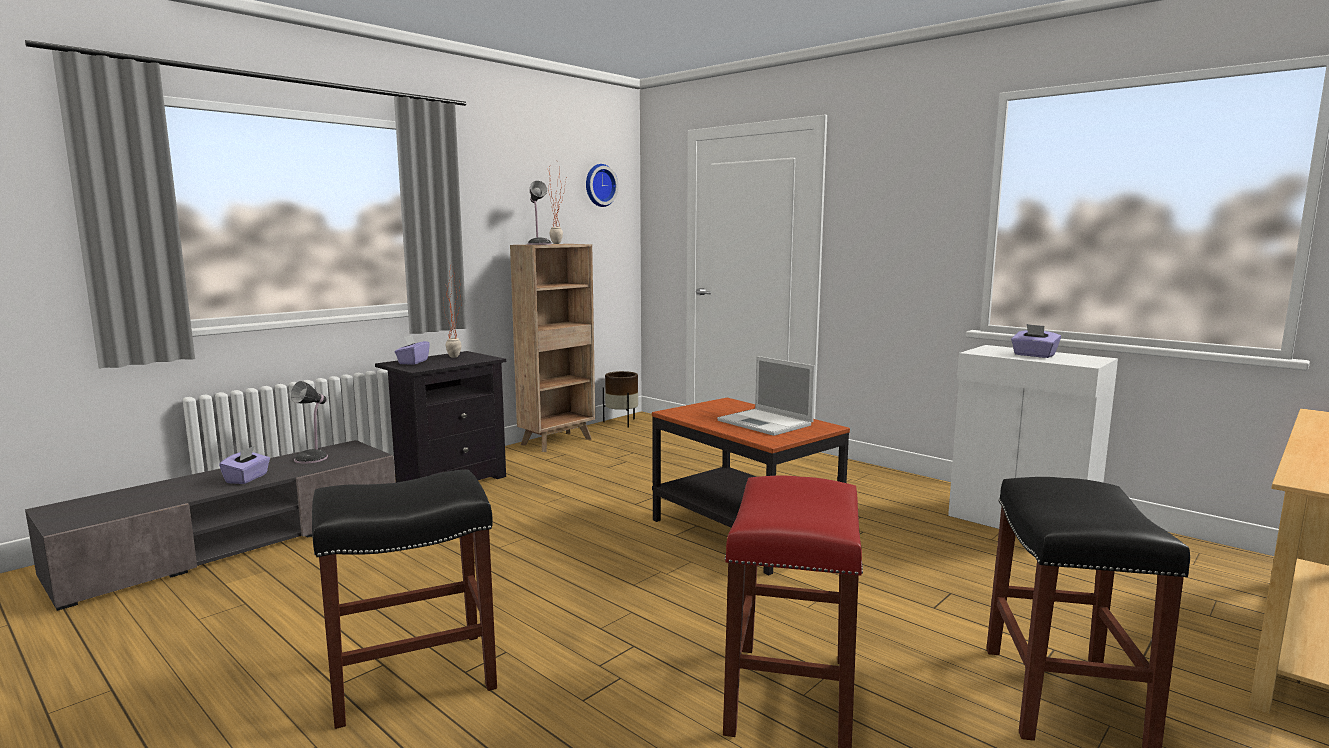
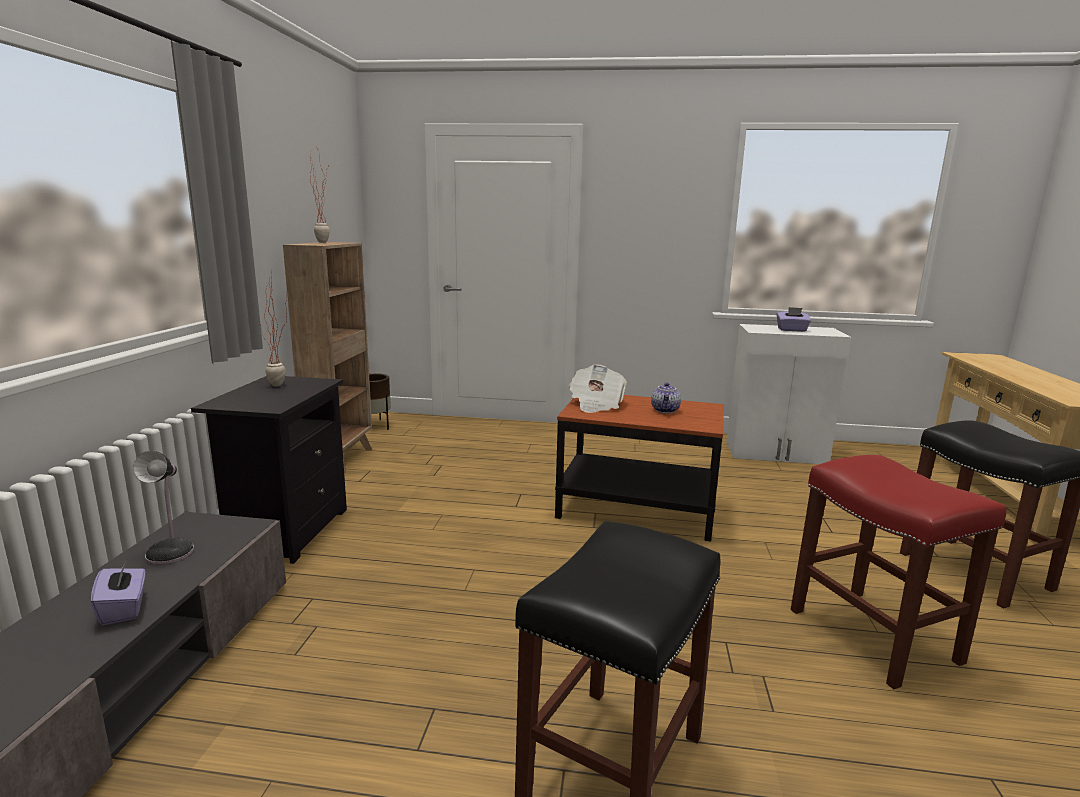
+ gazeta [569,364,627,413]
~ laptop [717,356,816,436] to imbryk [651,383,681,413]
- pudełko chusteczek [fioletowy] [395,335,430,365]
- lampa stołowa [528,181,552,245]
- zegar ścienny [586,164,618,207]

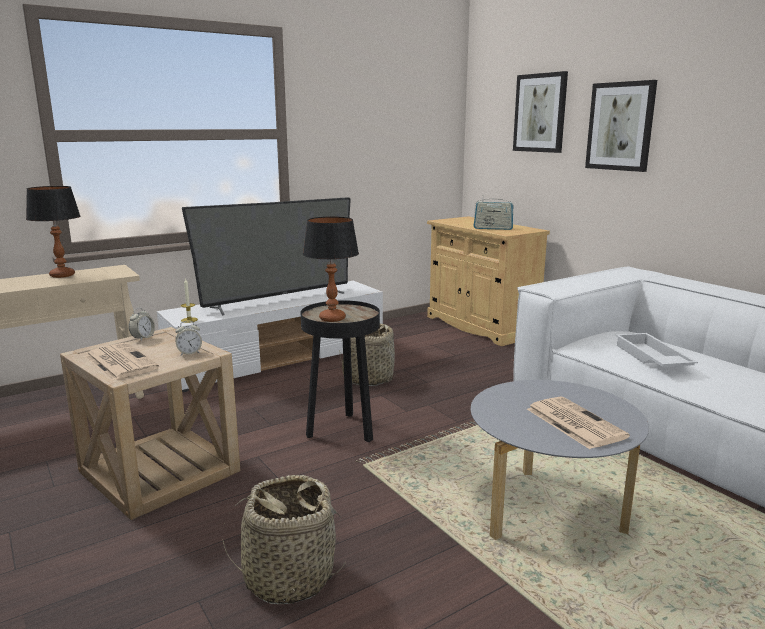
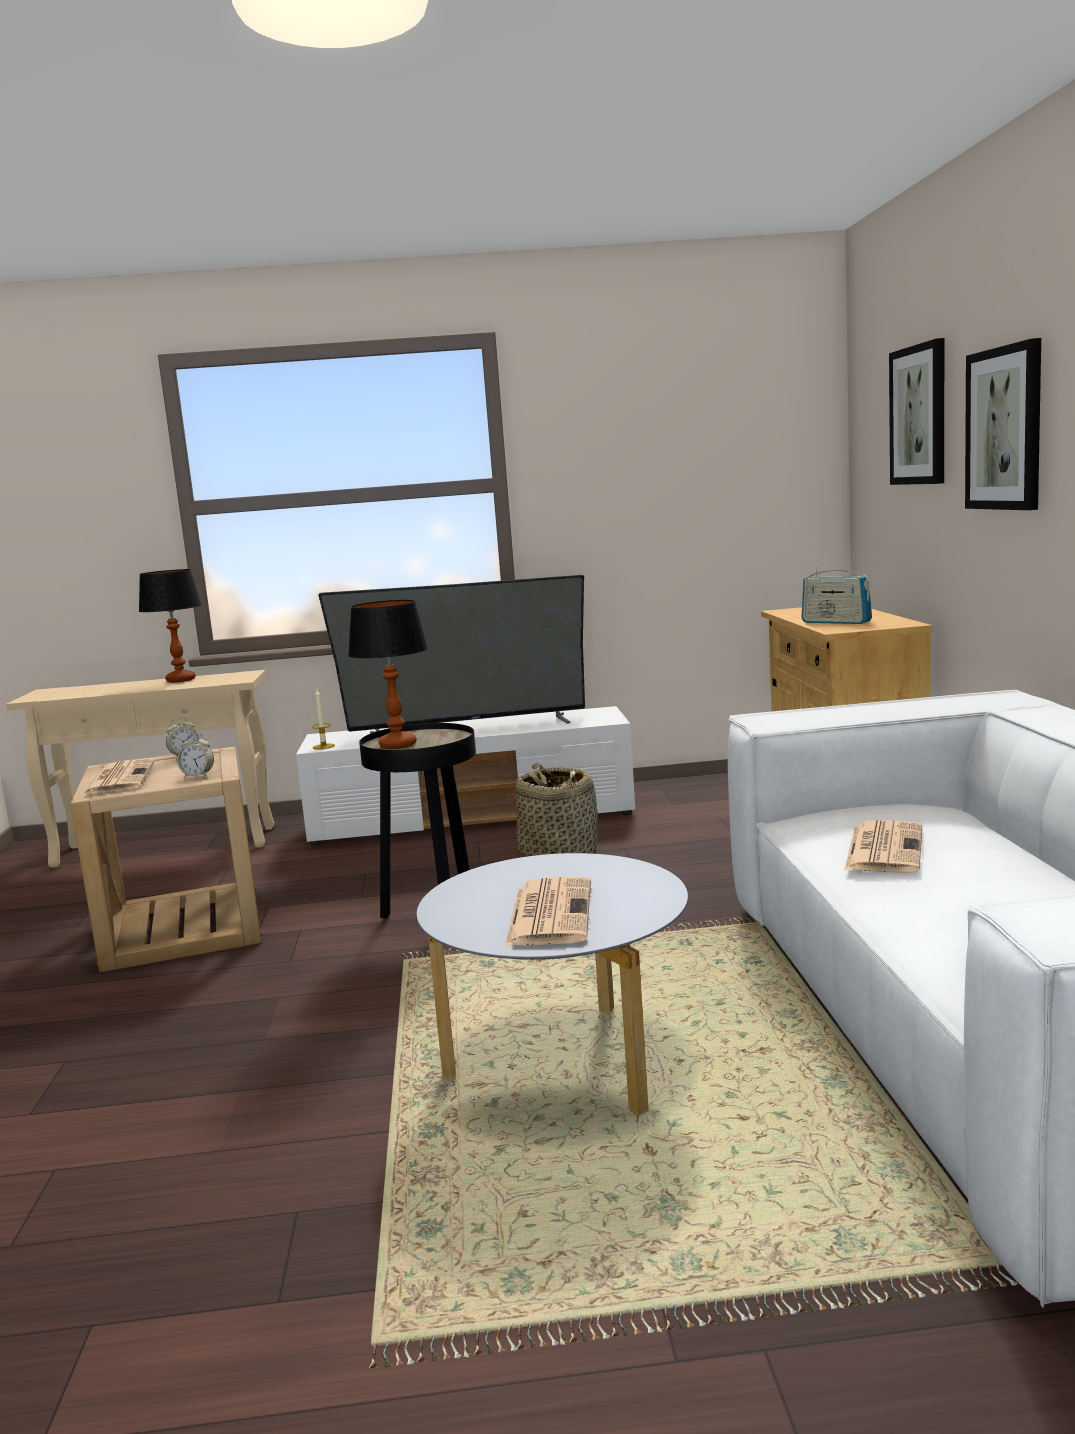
~ taca [biały] [615,333,698,367] to gazeta [844,820,922,873]
- koszyk [222,475,346,604]

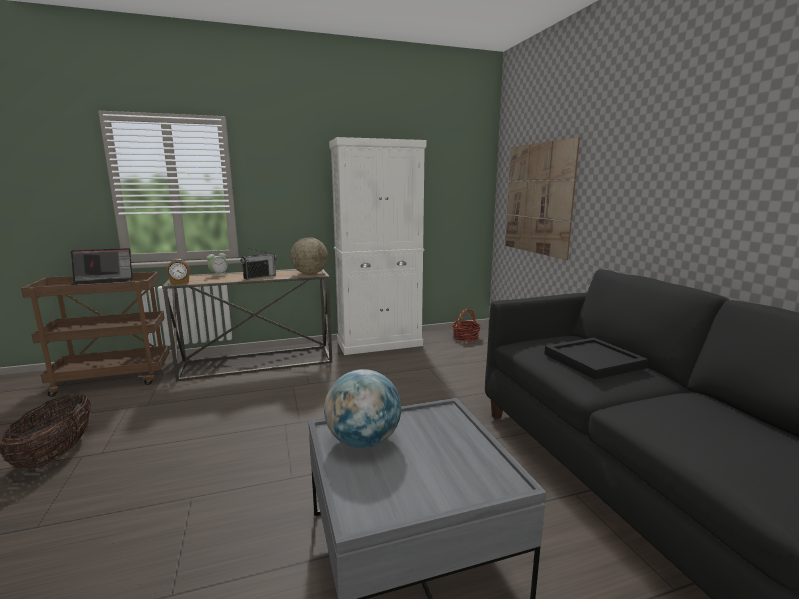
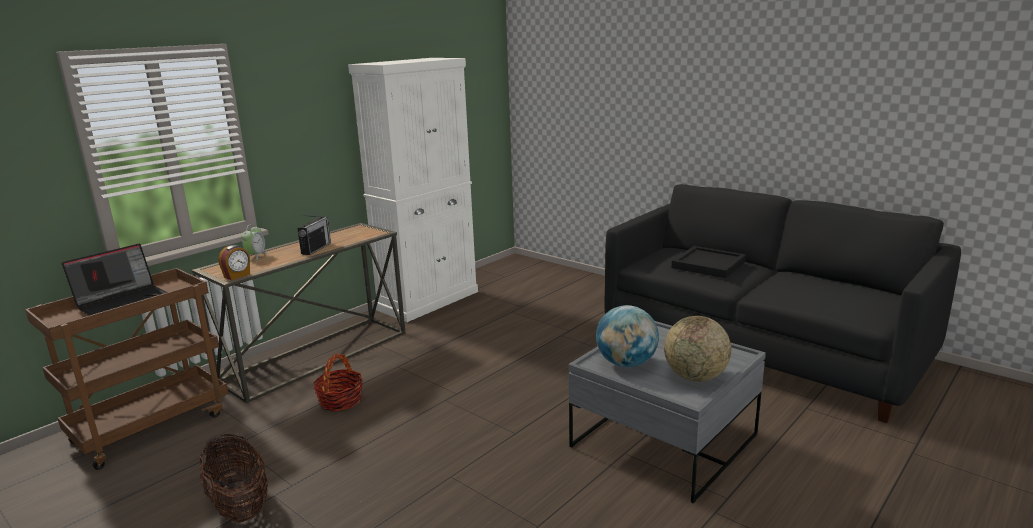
~ koszyk [452,309,481,342] to [314,354,363,411]
~ globus [290,237,328,275] to [664,316,731,382]
- obraz [505,137,580,260]

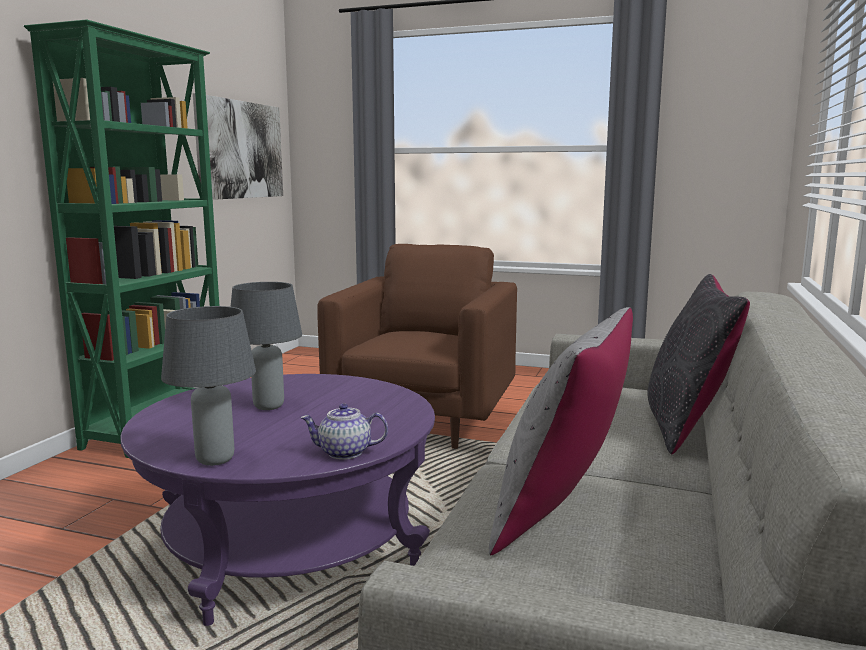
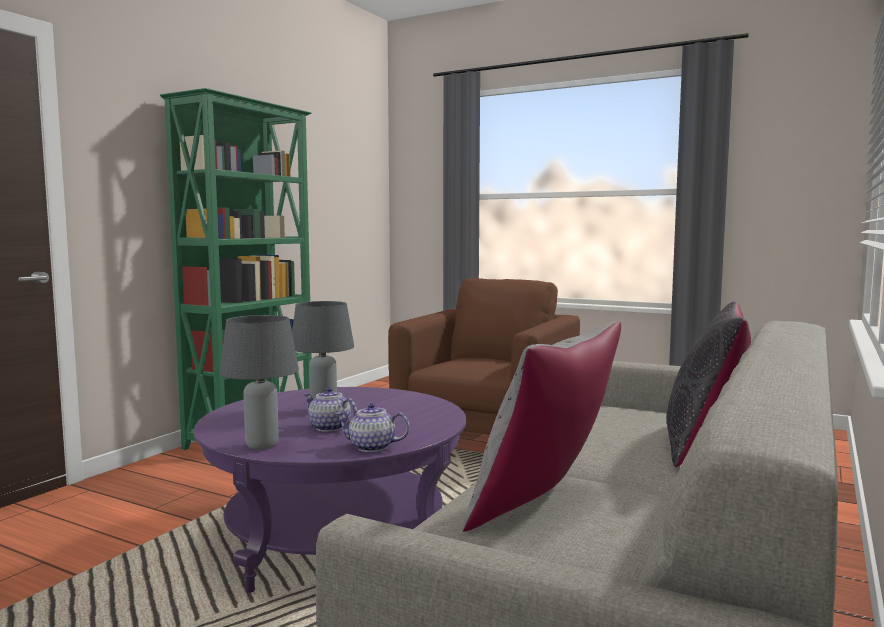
+ imbryk [303,387,357,432]
- obraz [193,93,283,200]

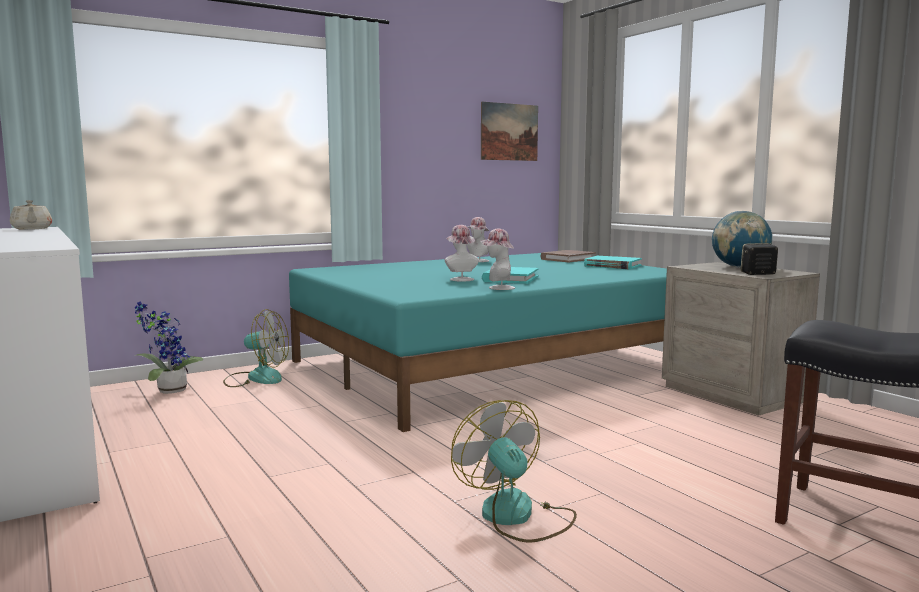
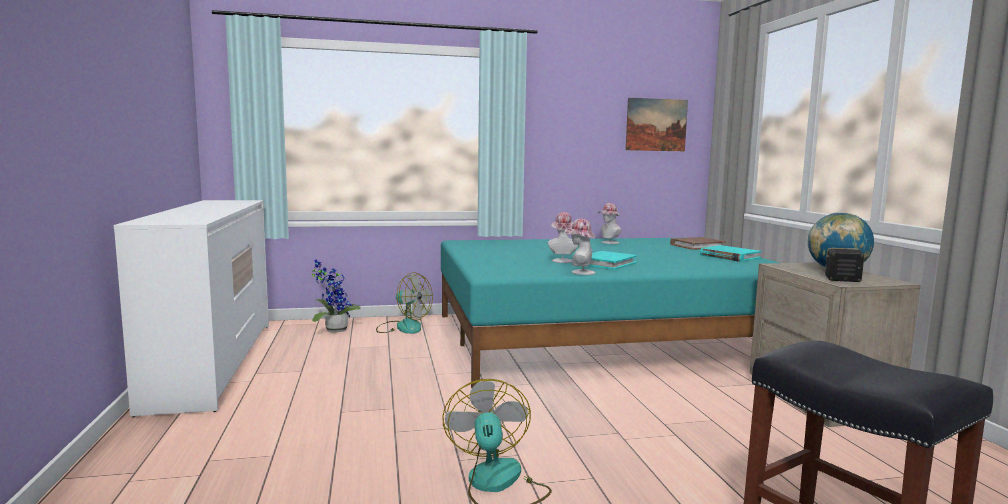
- imbryk [beżowy] [10,200,52,230]

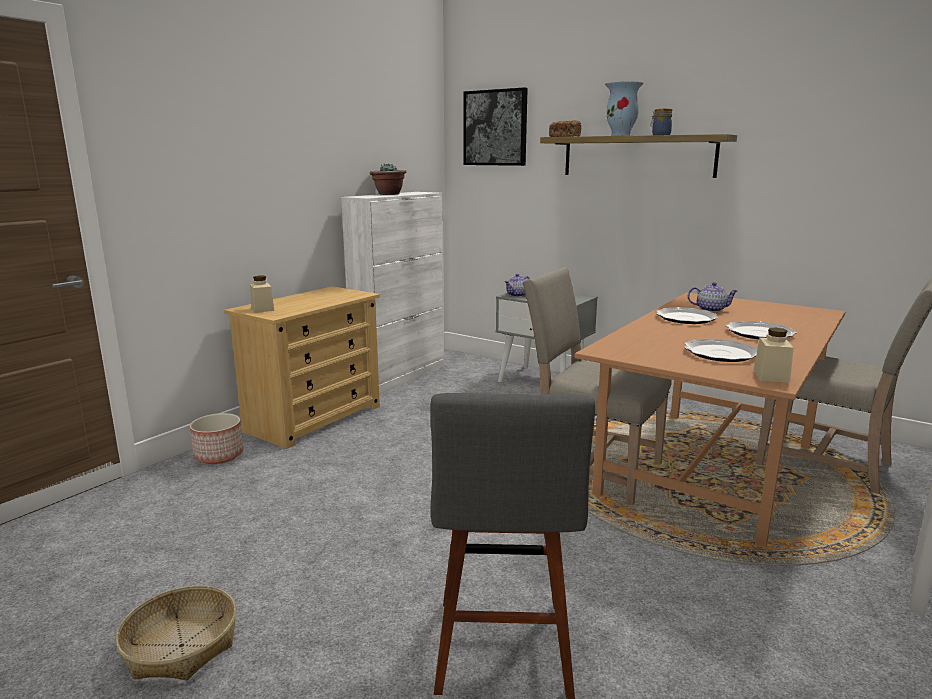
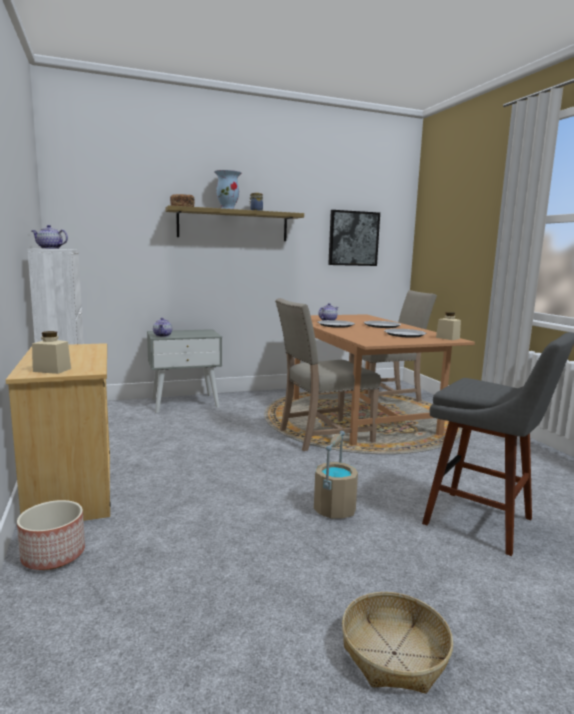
~ roślina doniczkowa [370,164,407,195] to imbryk [32,225,68,249]
+ wiadro [beżowy] [314,431,358,519]
~ obraz [463,87,528,166] to [328,210,380,266]

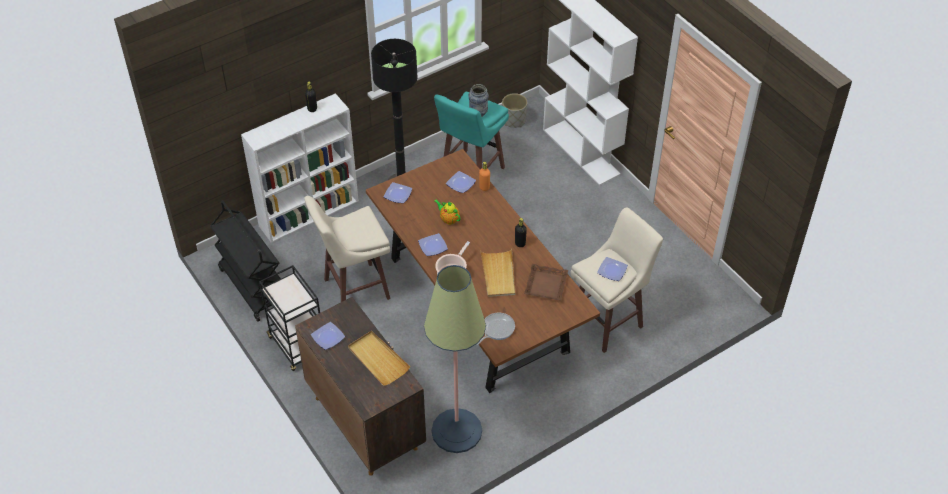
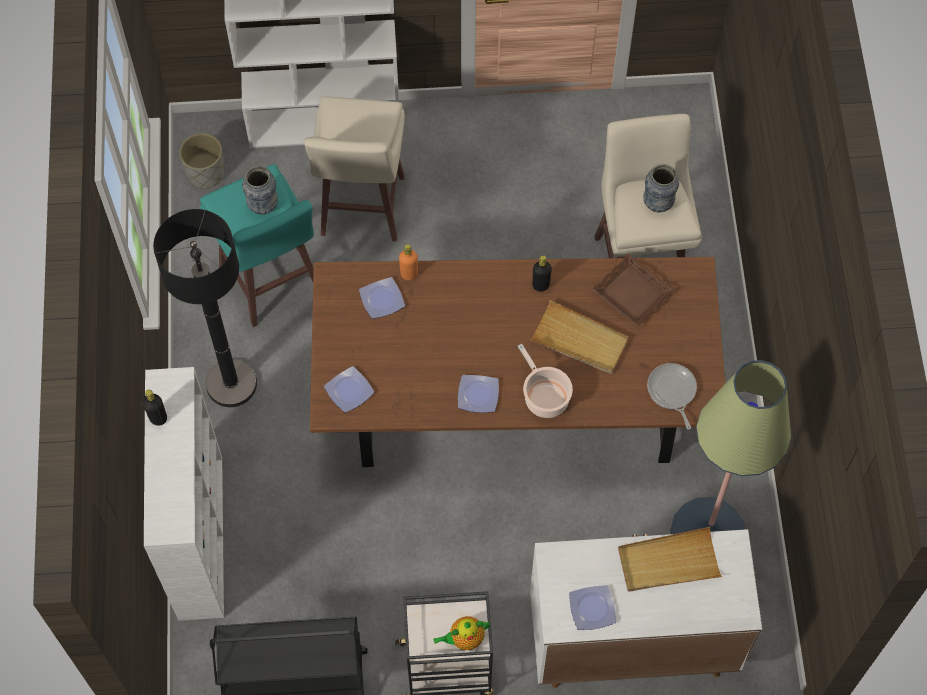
~ stołek [beżowy] [304,196,390,302] to [304,96,405,242]
~ imbryk [434,200,461,225] to [433,616,490,650]
~ szafka [brązowy] [295,297,426,476] to szafka [biały] [530,529,762,688]
~ talerz [597,257,628,281] to wazon [643,164,679,212]

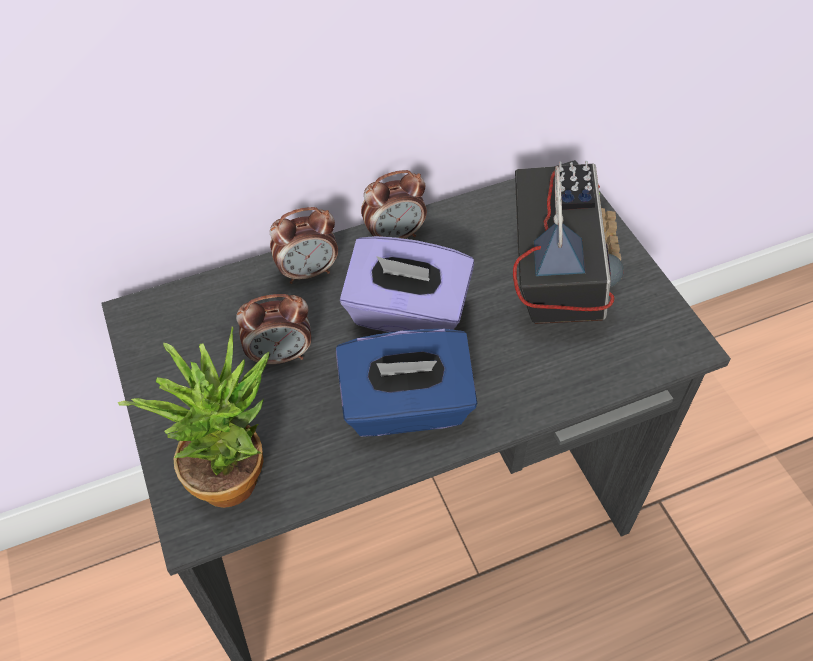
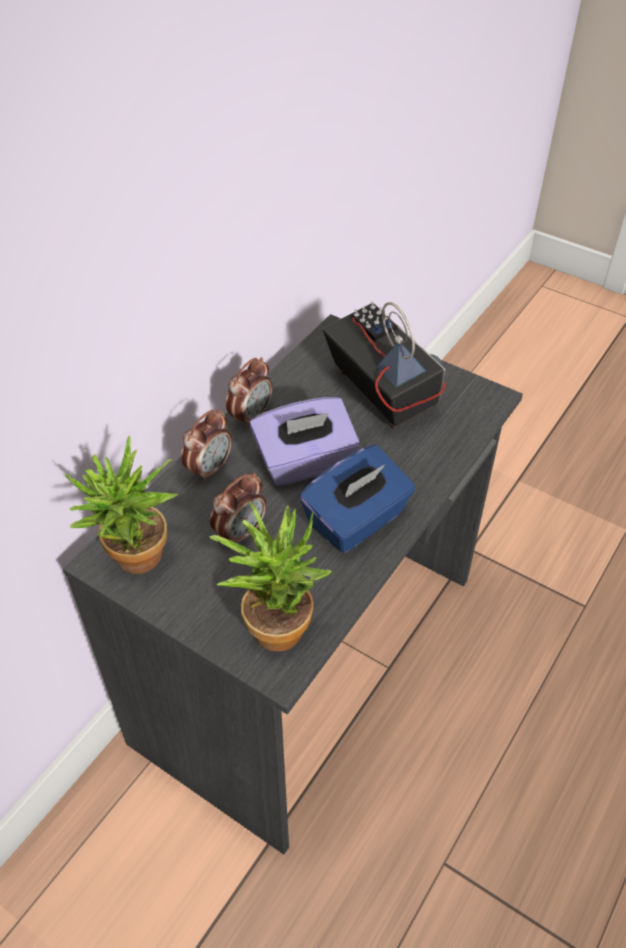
+ roślina doniczkowa [65,436,179,574]

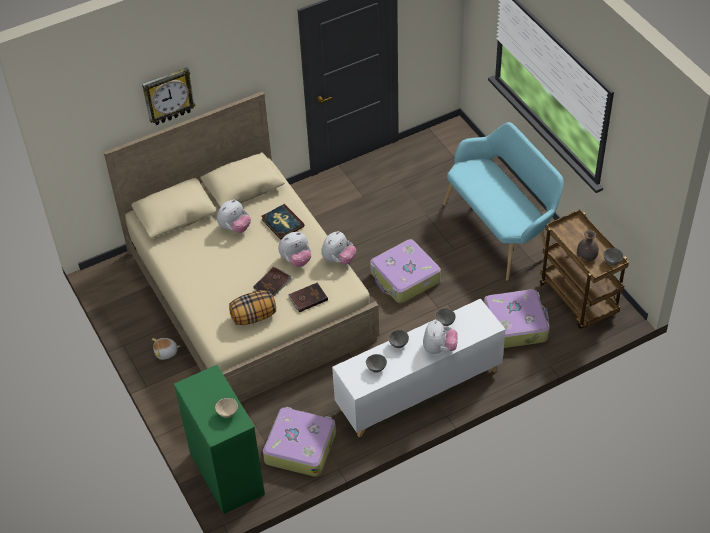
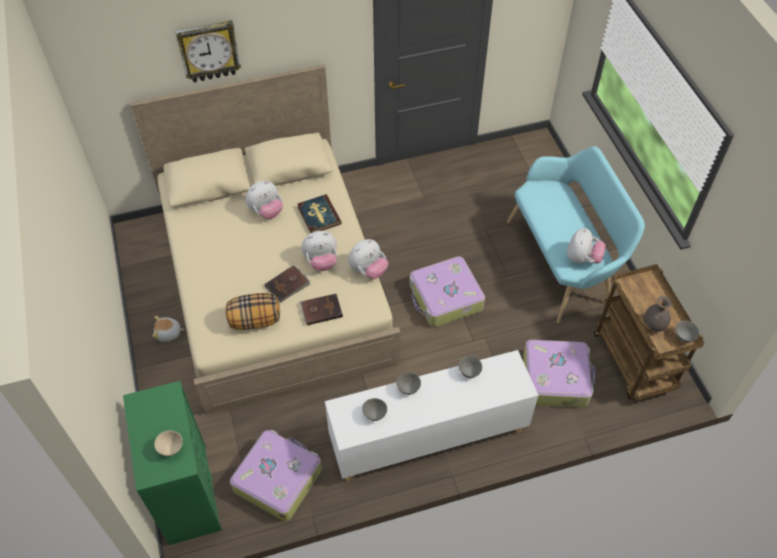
~ pluszak [423,320,458,354] to [567,228,606,263]

